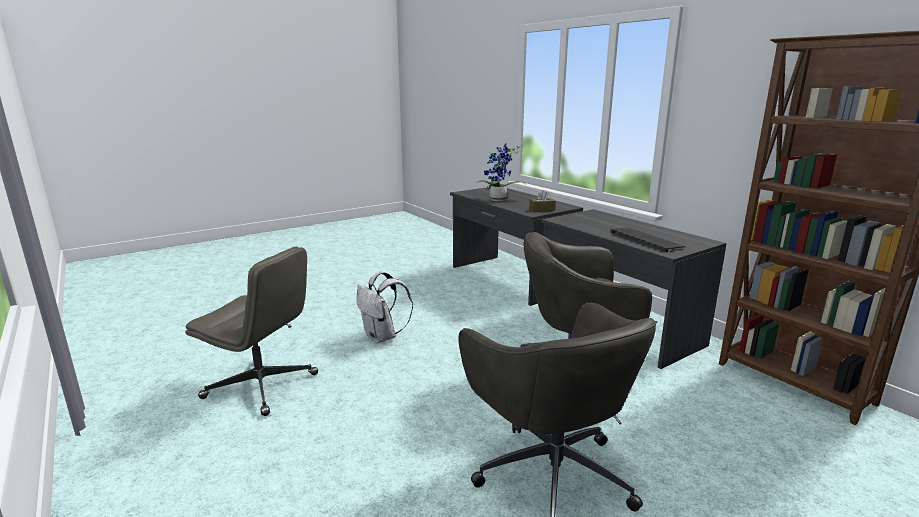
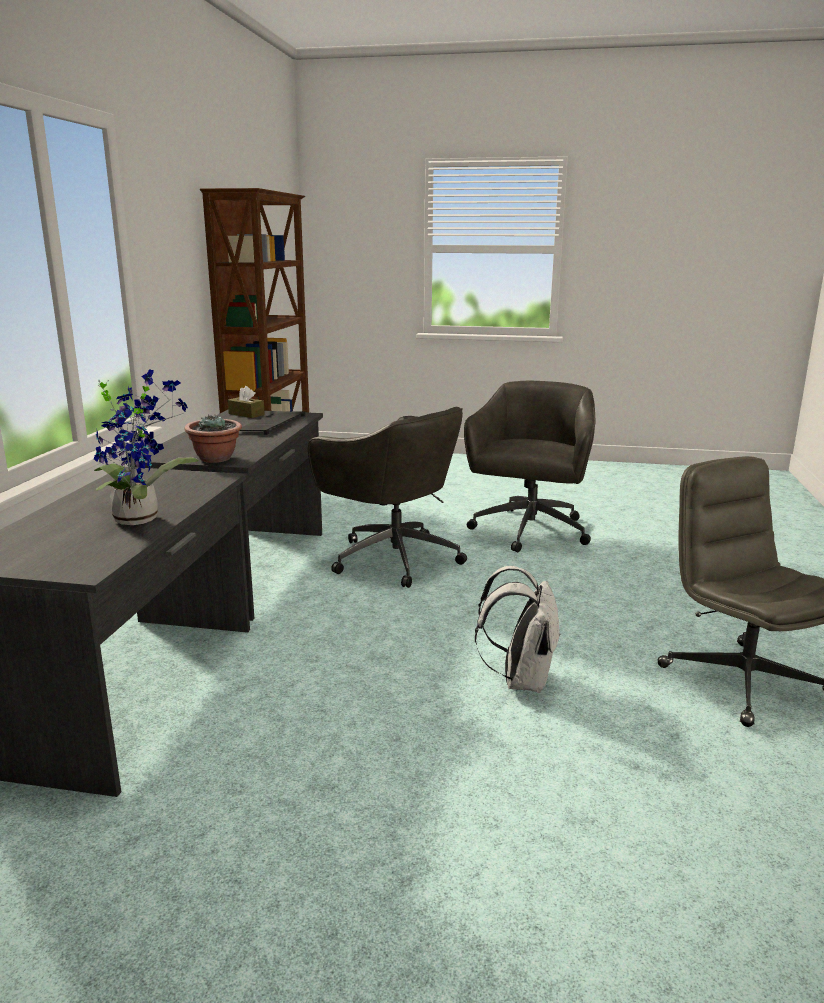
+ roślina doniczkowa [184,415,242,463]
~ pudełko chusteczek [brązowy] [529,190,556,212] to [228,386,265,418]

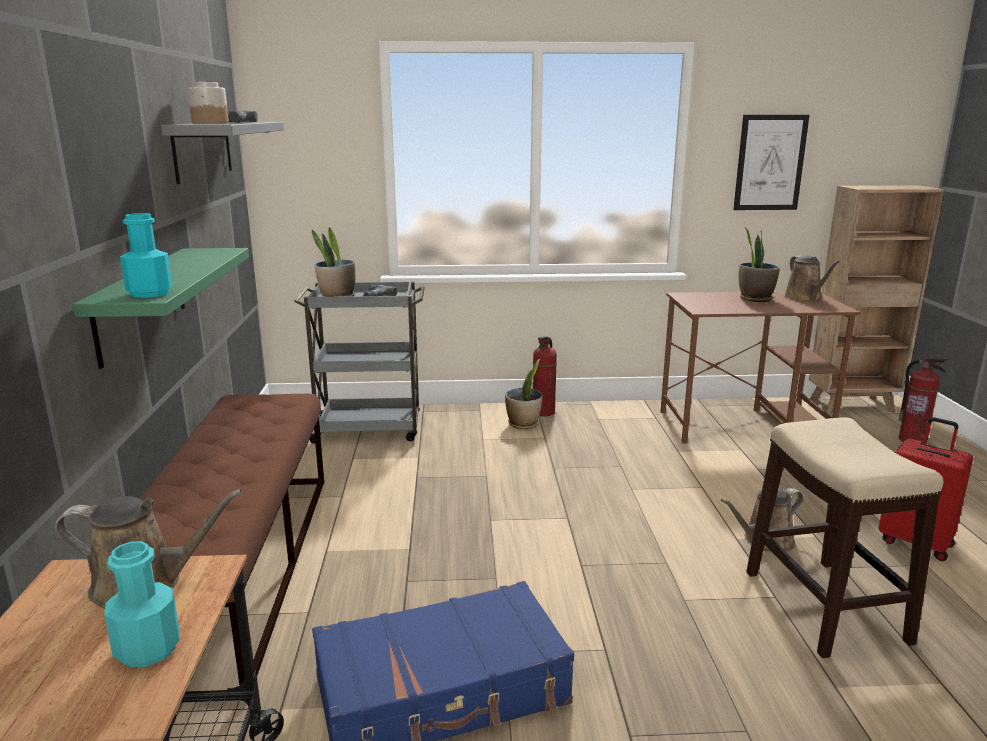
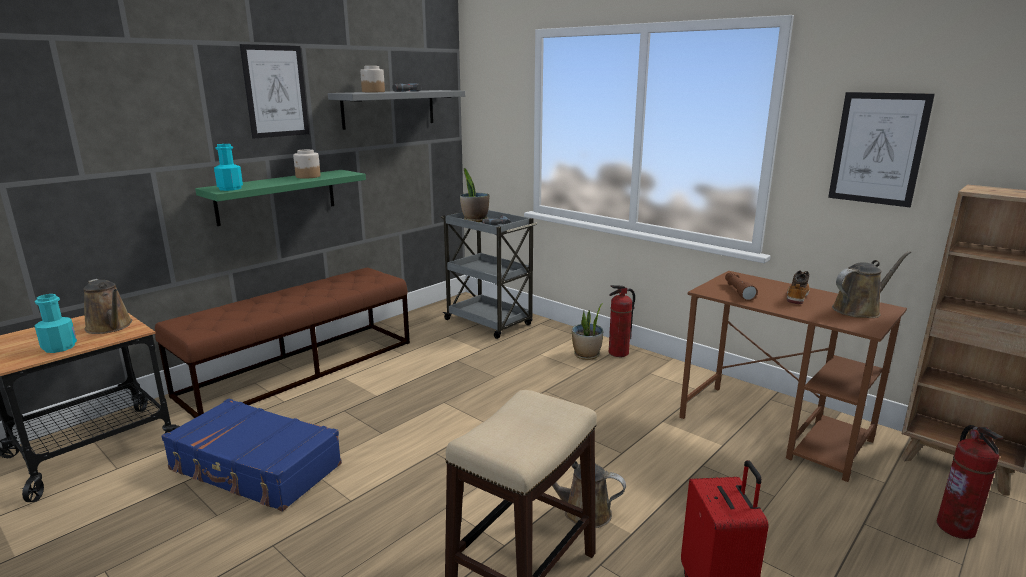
+ obraz [240,44,309,139]
+ słoik [293,149,321,179]
+ latarka [brązowy] [725,273,758,301]
~ roślina doniczkowa [739,228,780,302] to but z cholewką [787,271,810,304]
~ konewka [brązowy] [784,256,840,302] = [832,251,911,318] 150 degrees counterclockwise

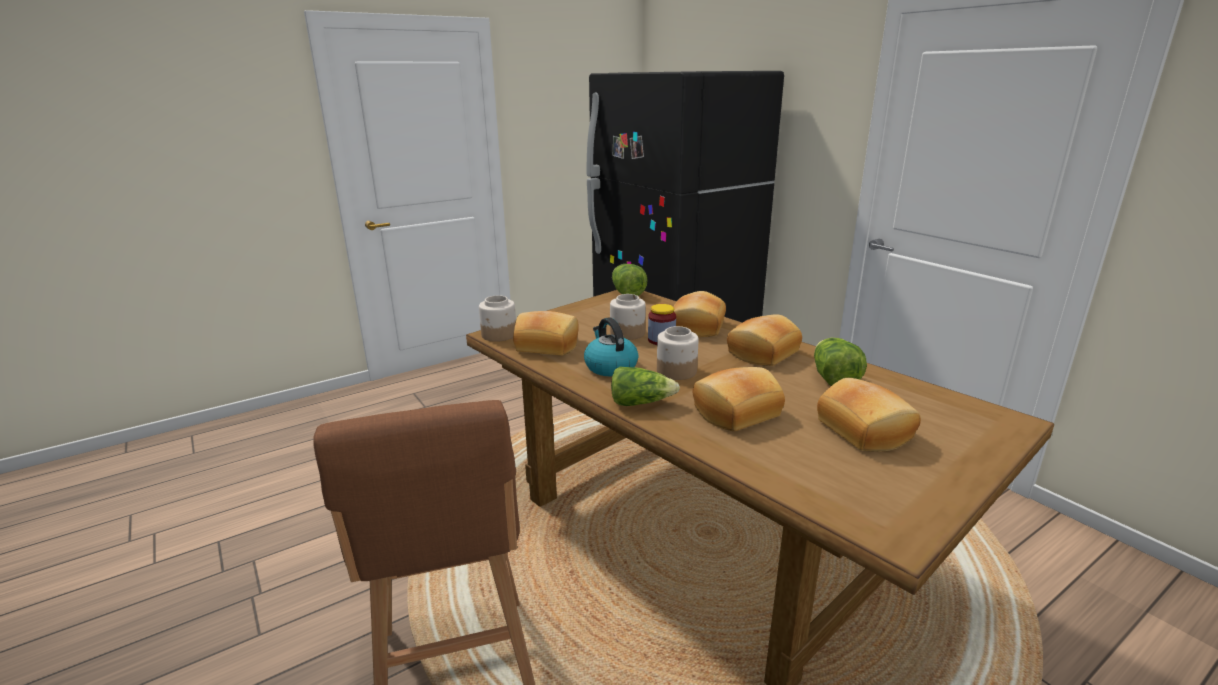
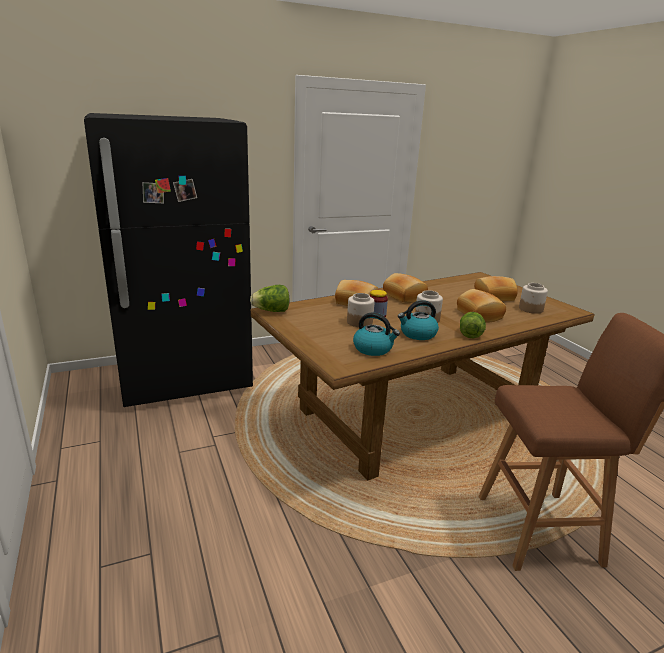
~ chleb [513,311,579,356] to czajnik [353,312,400,356]
~ słoik [479,295,516,342] to [519,283,548,314]
- sałata [814,338,867,386]

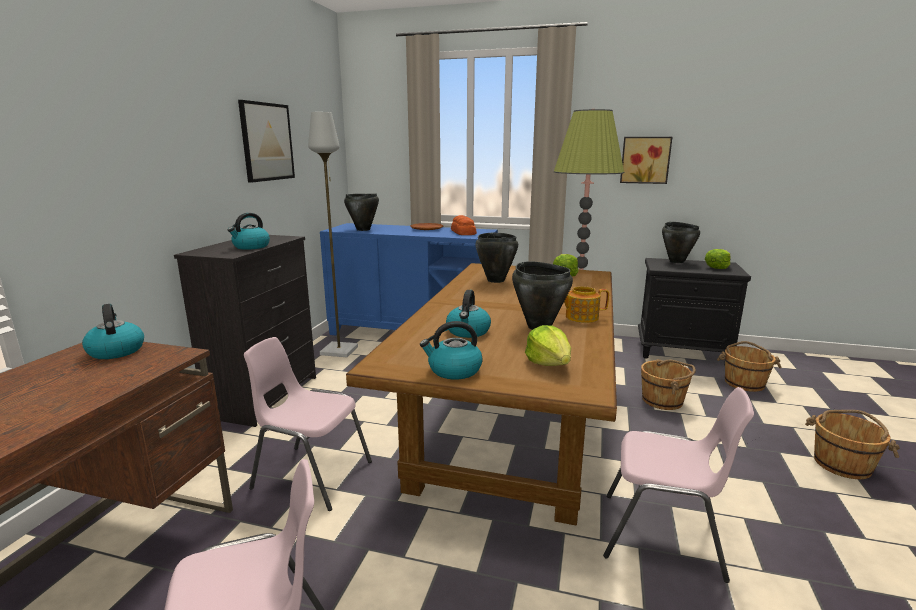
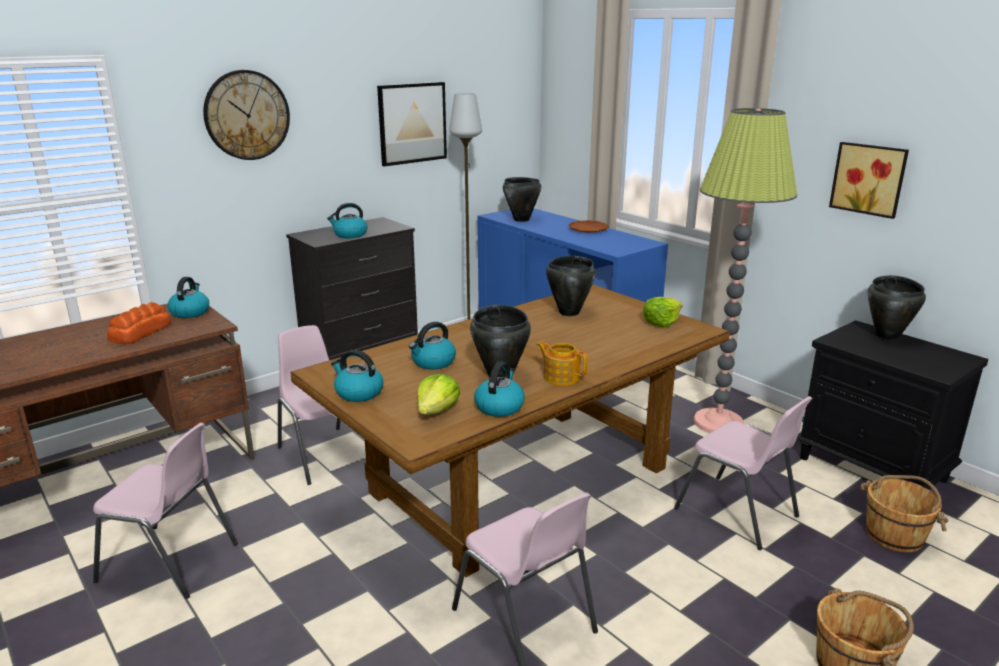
~ chleb [451,215,477,235] to [107,302,171,344]
+ zegar ścienny [203,70,290,160]
+ czajnik [474,362,525,417]
~ wiadro [brązowy] [641,359,696,410] to krzesło [różowy] [674,396,813,550]
- sałata [705,249,730,269]

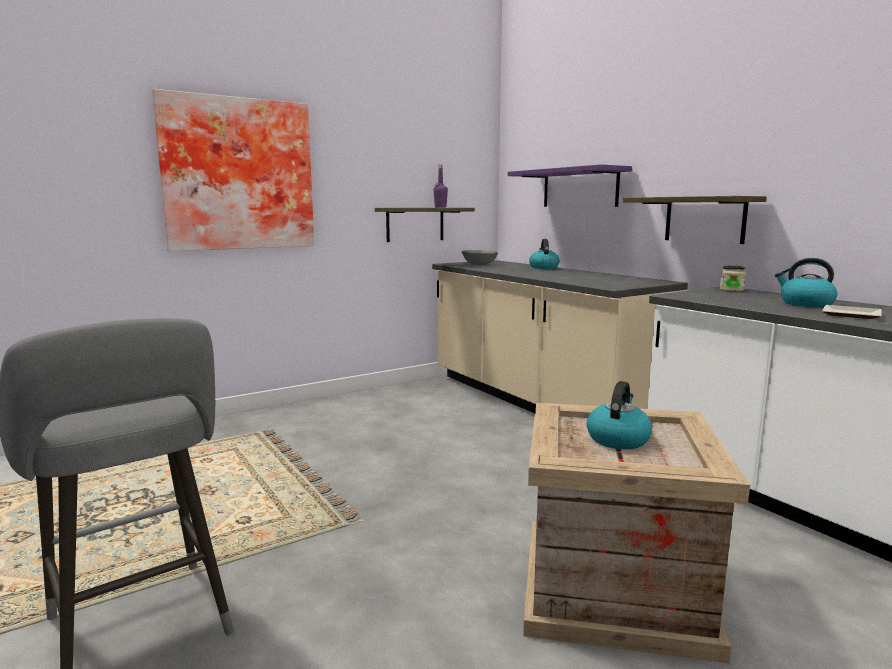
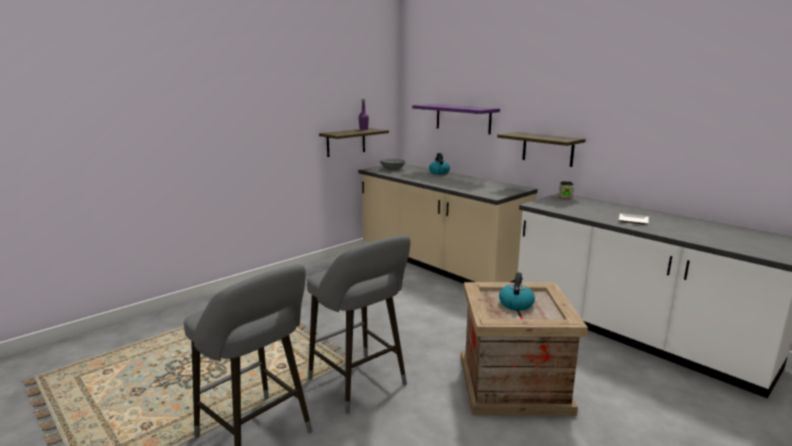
+ stołek [szary] [307,235,411,414]
- obraz [152,89,314,251]
- czajnik [775,258,837,307]

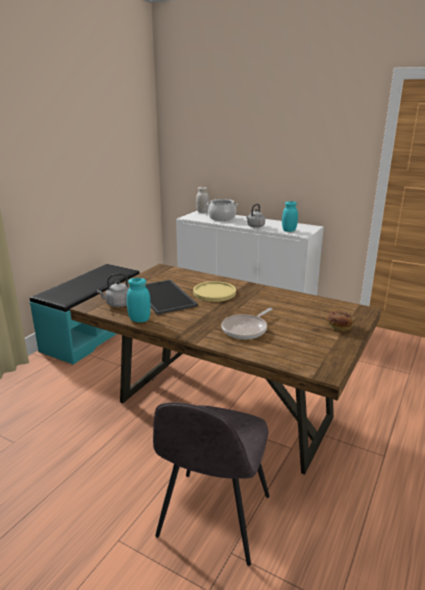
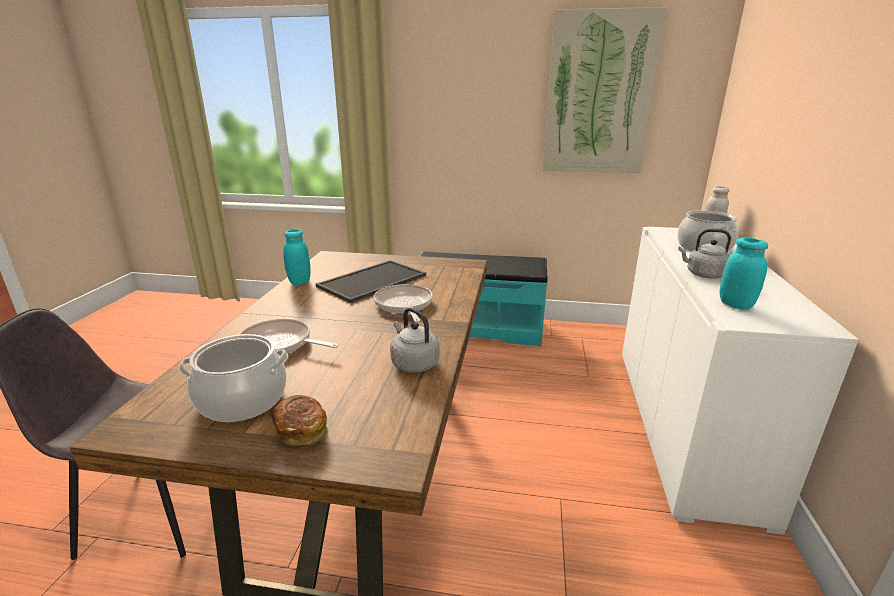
+ garnek [179,334,288,422]
~ talerz [żółty] [193,281,236,302] to patelnia [373,284,433,322]
~ czajnik [szary] [97,273,129,307] to [390,308,440,373]
+ obraz [543,7,666,173]

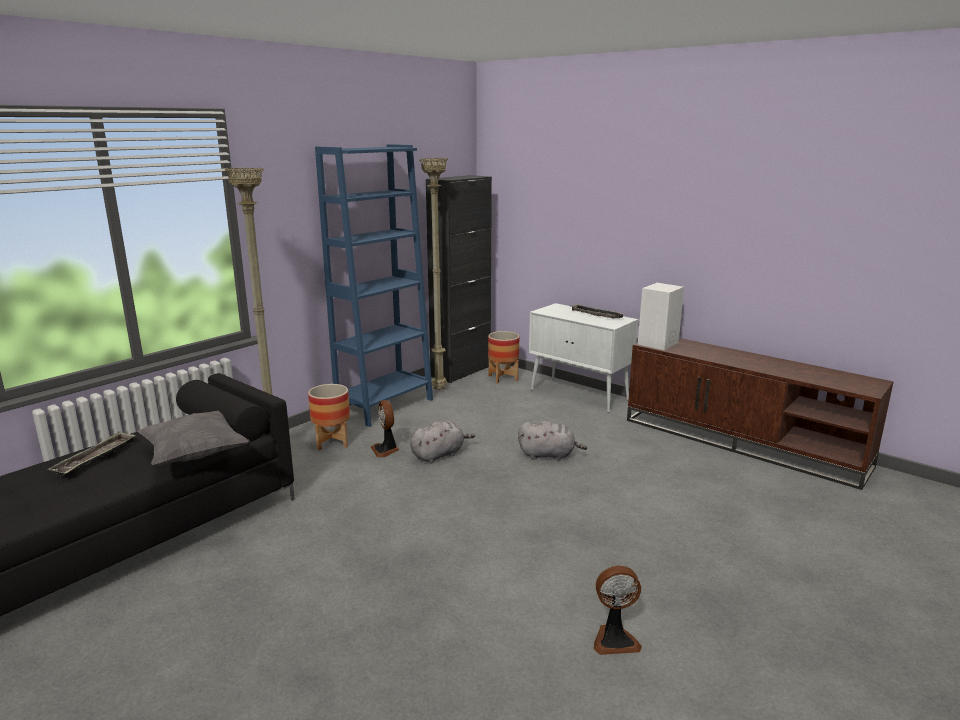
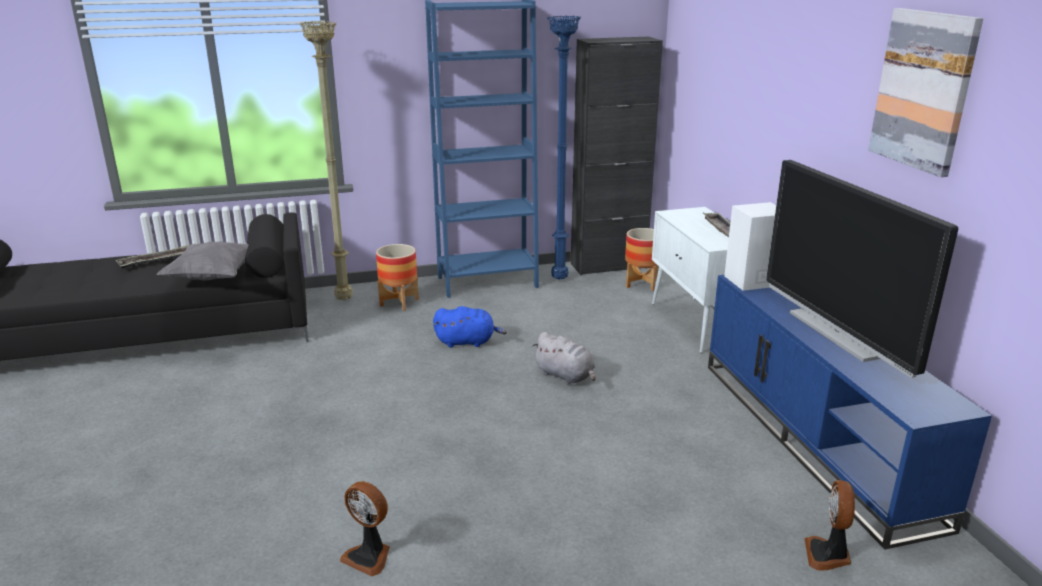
~ pluszak [szary] [411,421,475,463] to pluszak [niebieski] [433,306,507,348]
~ lampa stojąca [beżowy] [419,158,448,390] to lampa stojąca [niebieski] [547,15,581,280]
~ szafka pod telewizor [brązowy] [627,338,894,490] to szafka pod telewizor [niebieski] [708,275,992,550]
+ telewizor [766,160,958,378]
~ wentylator [371,400,399,458] to [804,480,855,571]
+ obraz [868,8,983,177]

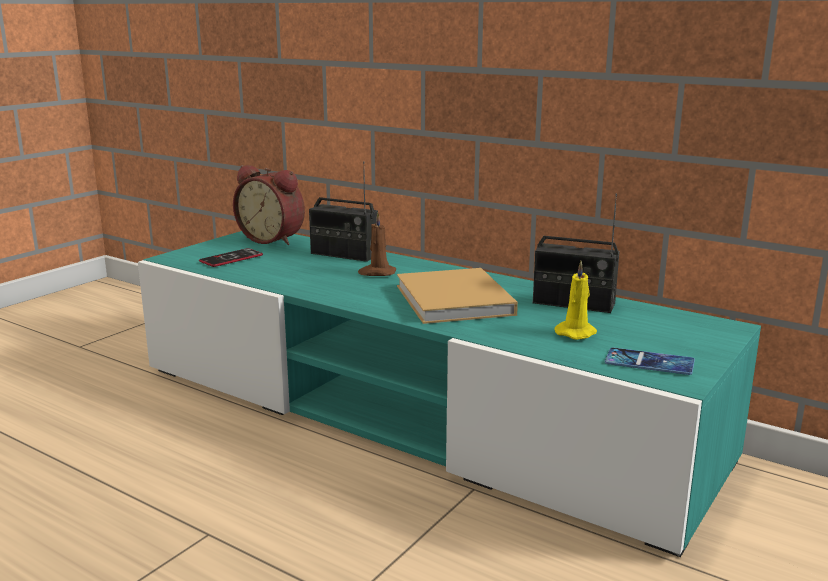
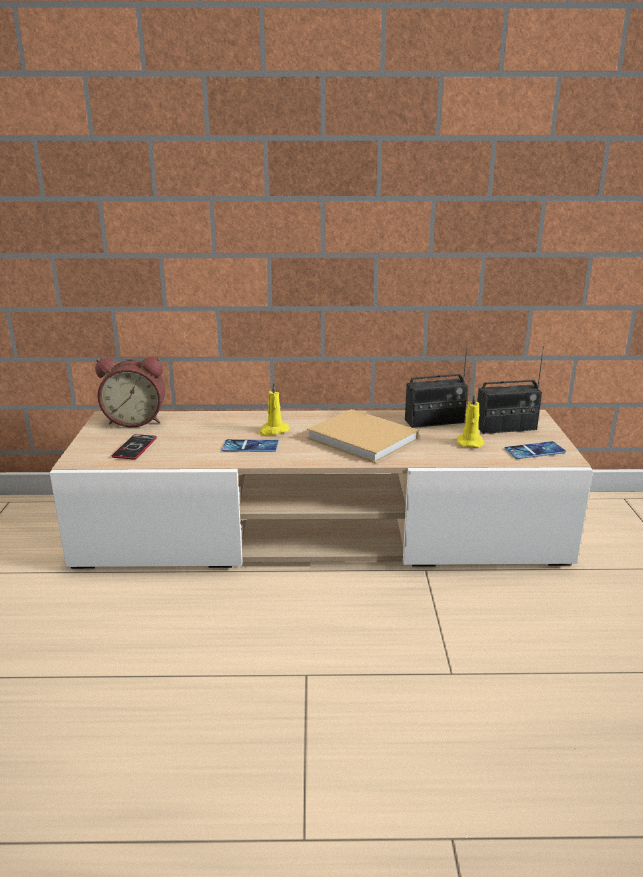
~ szafka pod telewizor [turkusowy] [138,231,761,557] to szafka pod telewizor [beżowy] [50,410,593,569]
+ telefon [222,439,279,452]
~ świeca [brązowy] [358,212,396,276] to świeca [żółty] [259,382,289,435]
~ radio [309,161,378,262] to [477,346,544,434]

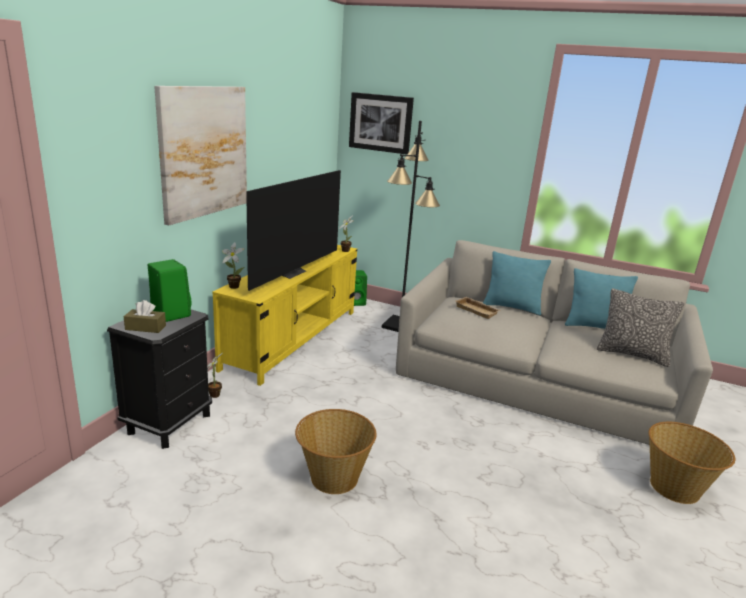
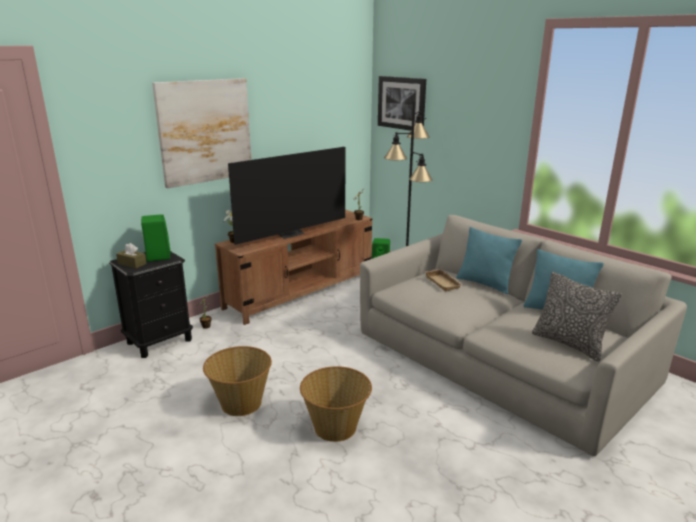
~ szafka pod telewizor [żółty] [212,245,357,386] to szafka pod telewizor [brązowy] [215,210,372,325]
~ koszyk [648,422,735,504] to [300,366,372,442]

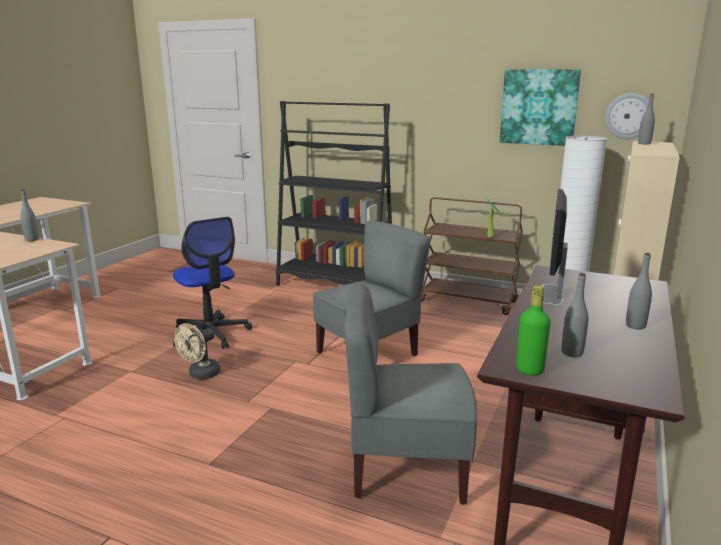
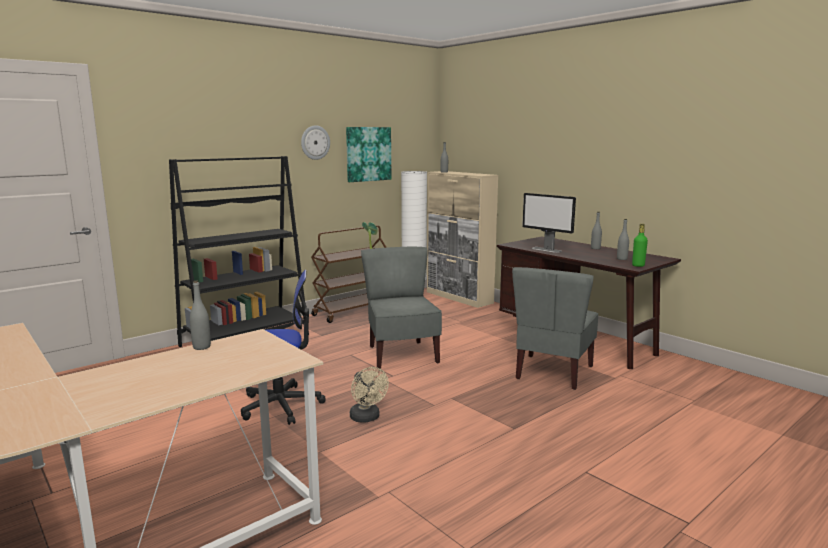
~ zegar ścienny [605,93,654,139] to [301,125,330,160]

